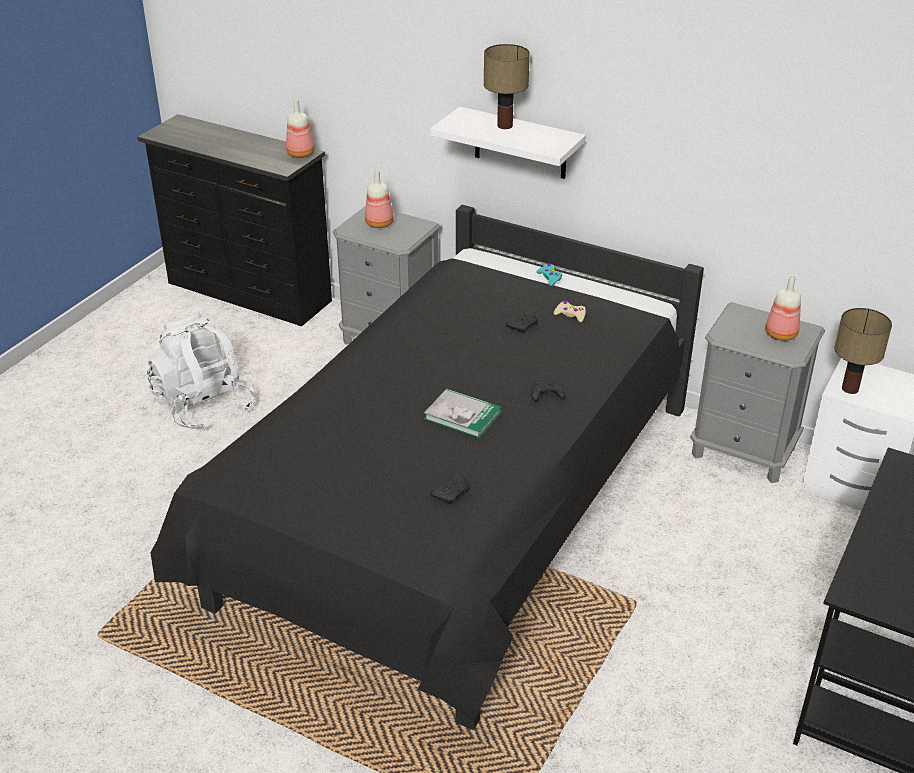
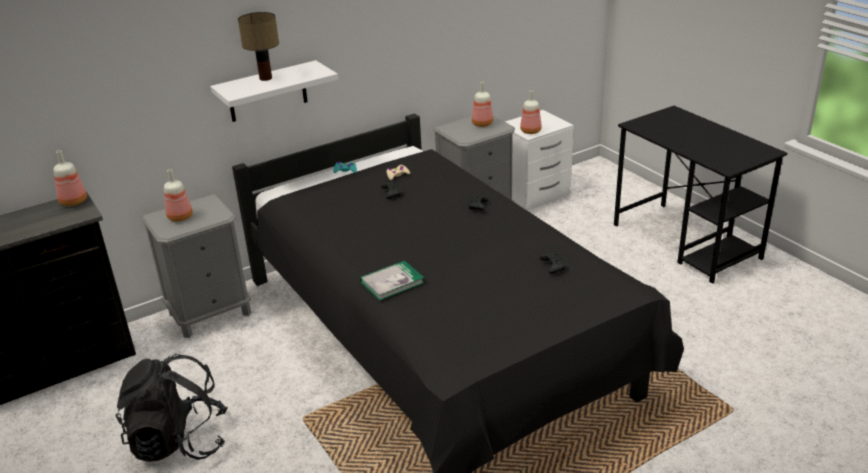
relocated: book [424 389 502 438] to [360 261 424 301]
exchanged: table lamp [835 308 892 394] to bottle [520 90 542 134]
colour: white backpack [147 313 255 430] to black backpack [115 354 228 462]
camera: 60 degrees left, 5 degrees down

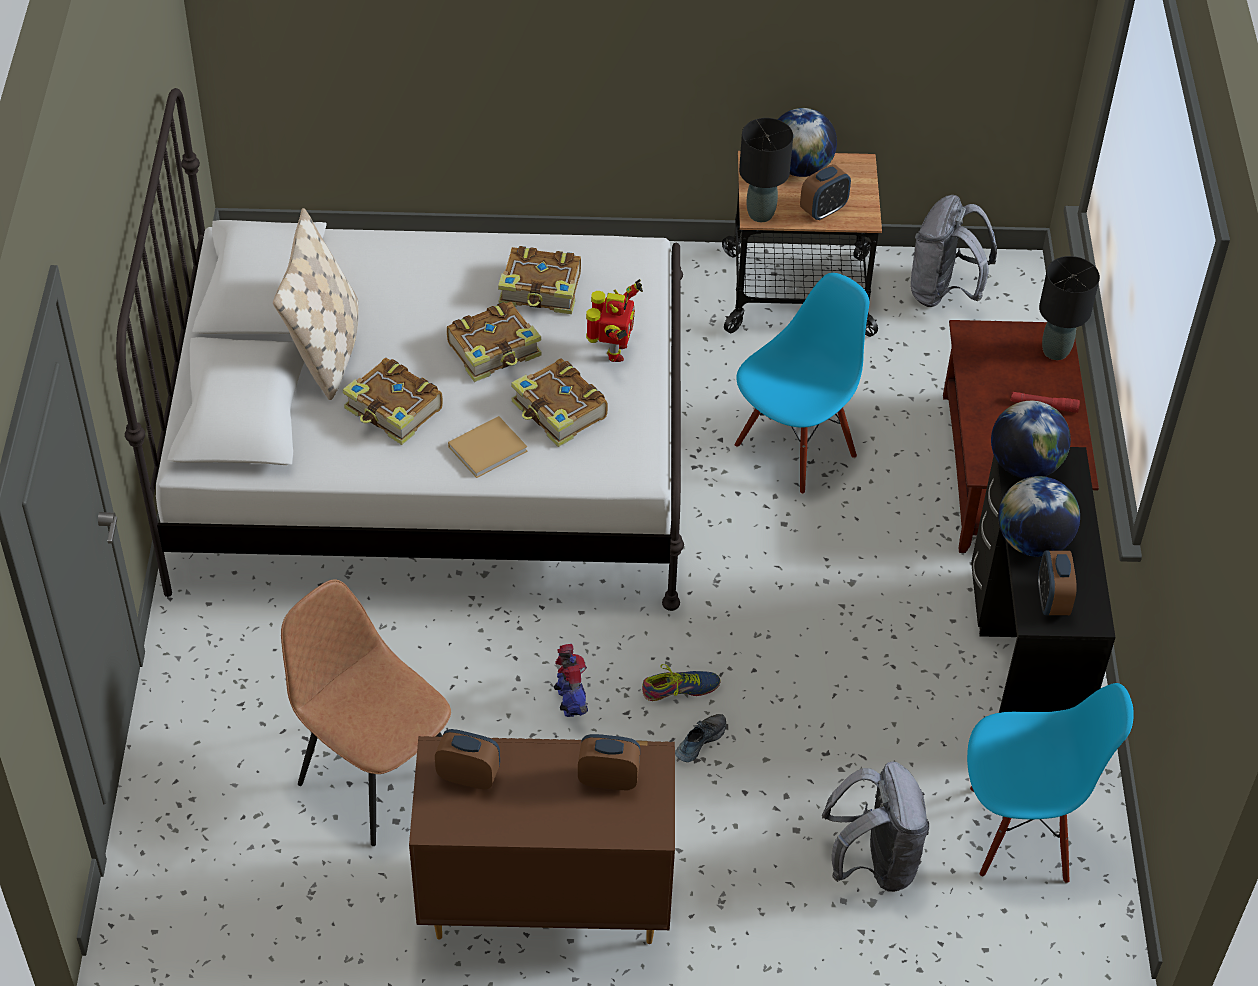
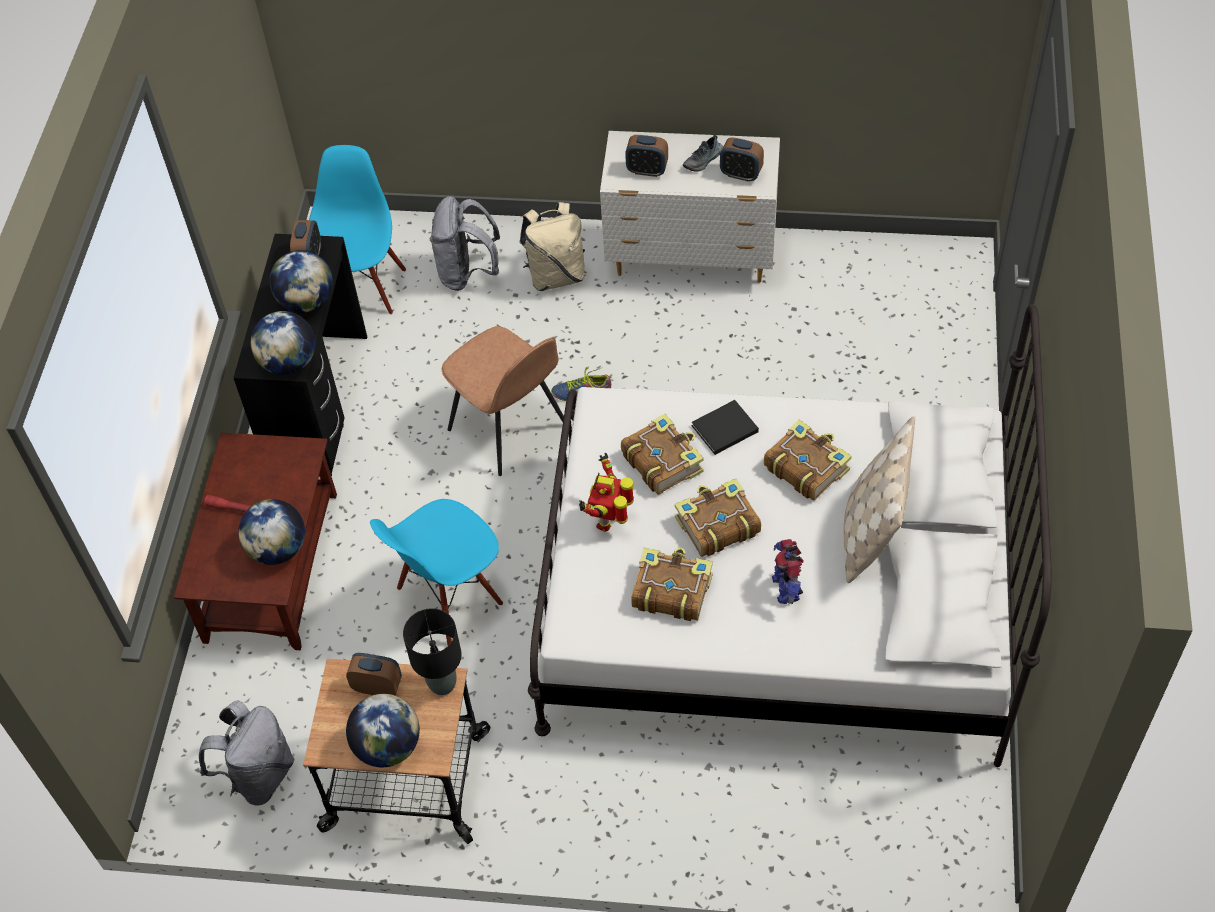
missing: black table lamp [1039 256 1100 360]
appeared: beige backpack [519 202 585 291]; globe [238 499 305 565]
relocated: brown chair [281 579 451 846] to [442 326 564 476]; toy robot [554 644 588 717] to [772 539 803 604]; shoe [675 714 726 762] to [683 135 723 171]
colour: beige book [448 416 528 478] to black book [692 400 759 455]; brown dresser [409 736 675 944] to white dresser [600 131 780 283]
spun: alarm clock [800 164 851 221] = [346 653 402 695] 45 degrees clockwise; blue chair [967 683 1134 883] = [309 145 406 315] 90 degrees clockwise
camera: 170 degrees left, 5 degrees up

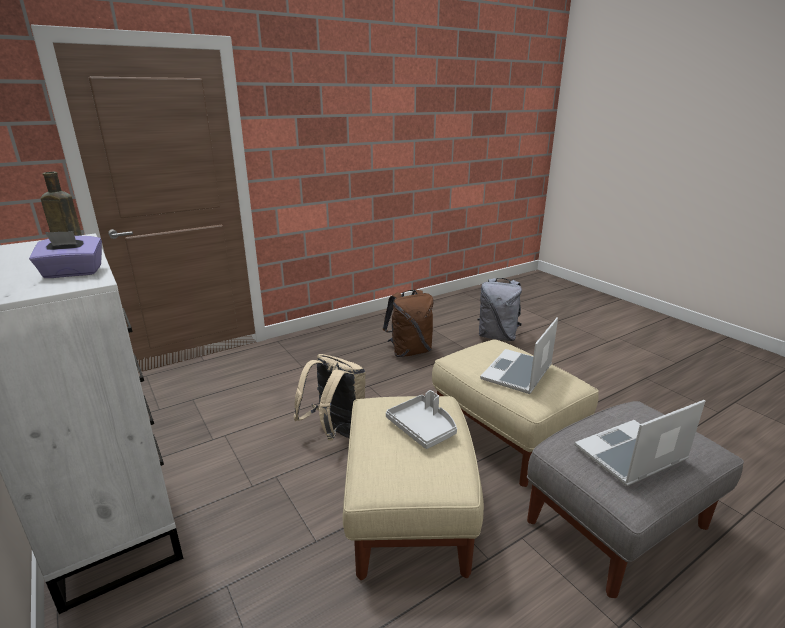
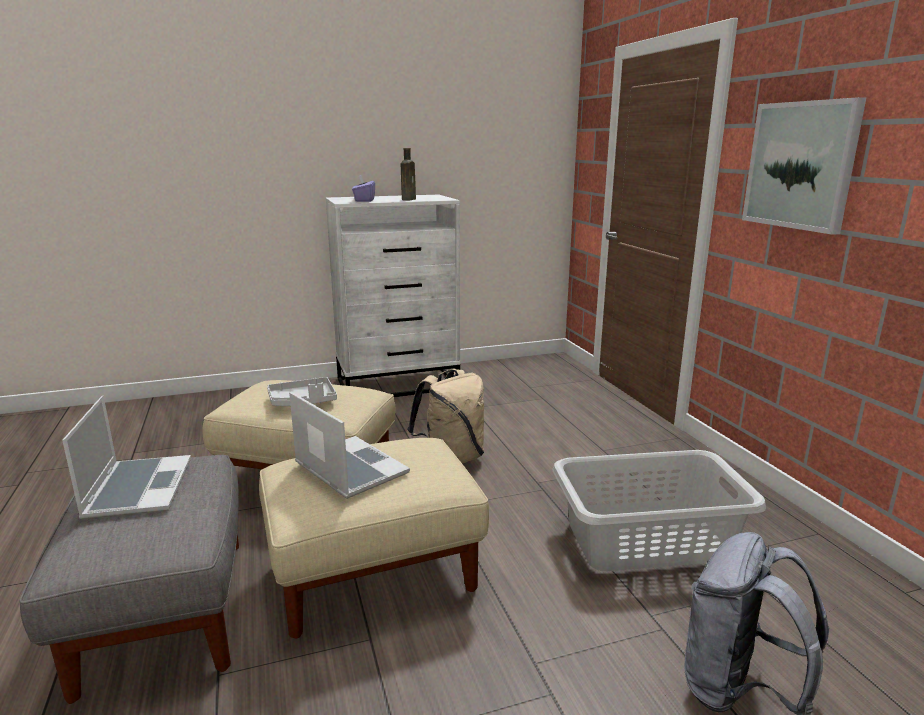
appeared: picture [742 97 866 235]
exchanged: brown backpack [383 289 433 357] to grey laundry basket [553 450 766 571]
camera: 105 degrees right, 5 degrees down

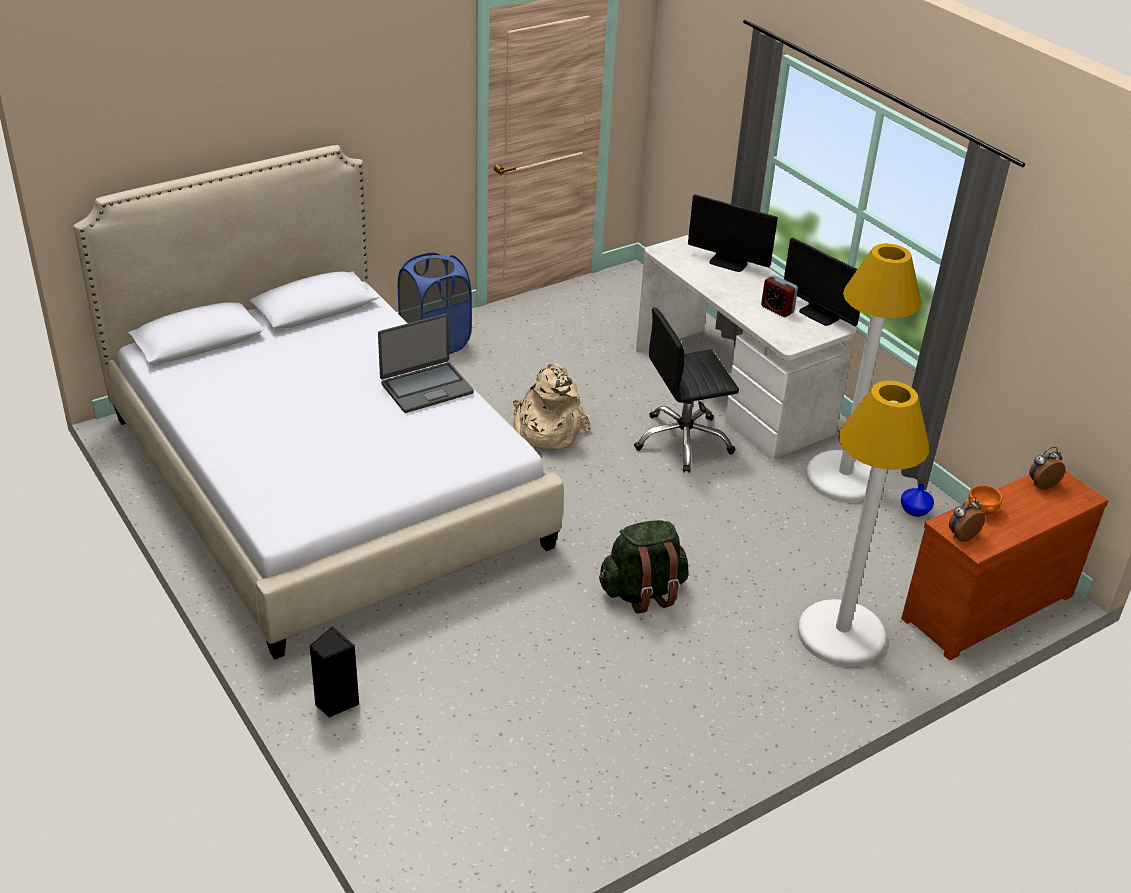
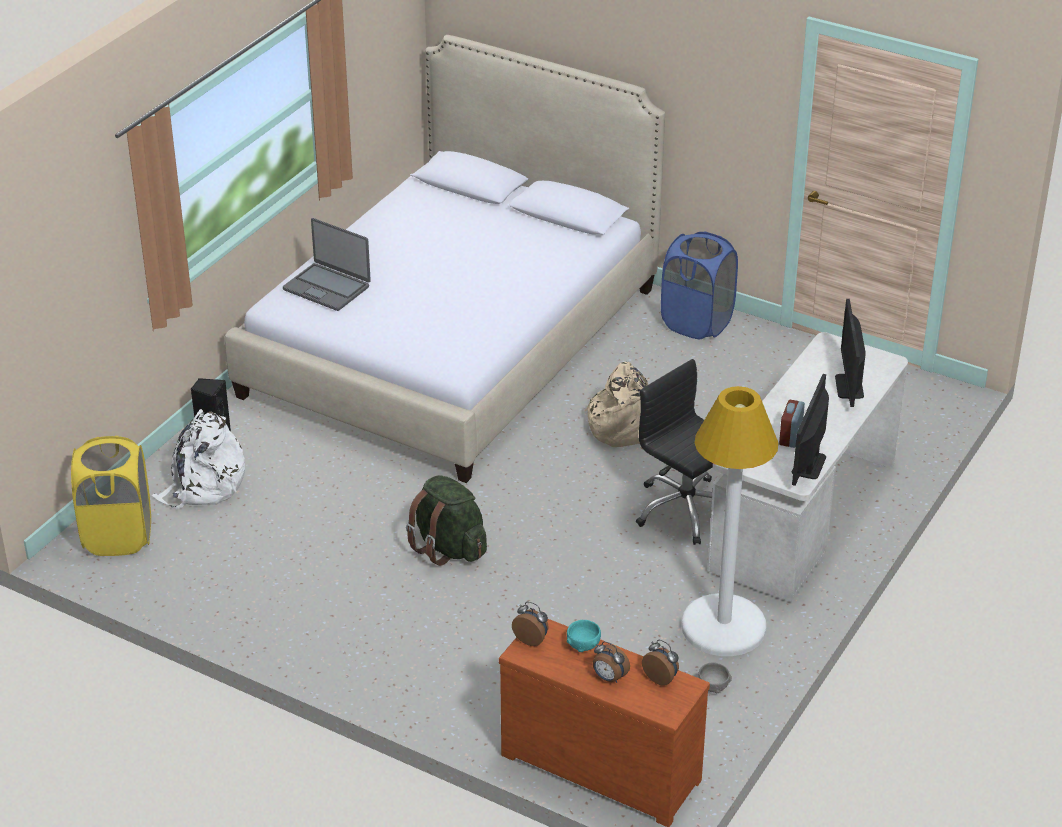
missing: white floor lamp [798 381 929 667]
appeared: white backpack [151 409 245 510]; yellow laundry basket [71 436 151 556]; alarm clock [593 641 630 683]
relocated: laptop [378 314 474 413] to [283 218 371 311]
exchanged: blue vase [901 483 934 517] to grey bowl [698 662 732 694]
colour: orange bowl [968 485 1002 515] to turquoise bowl [567 620 601 652]
camera: 65 degrees right, 0 degrees up

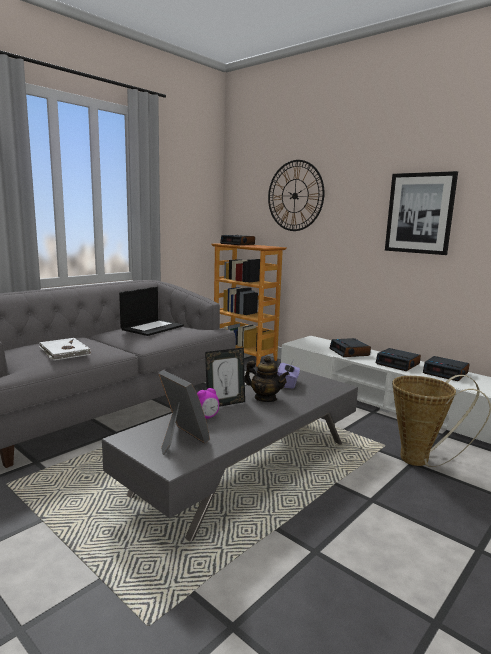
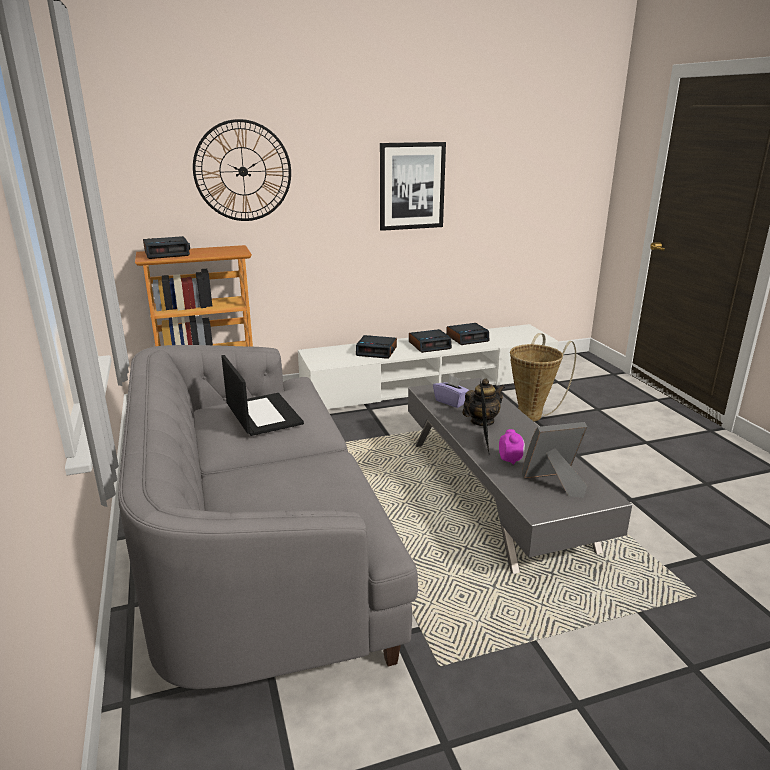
missing: white book [39 338 91 360]
camera: 60 degrees left, 10 degrees up

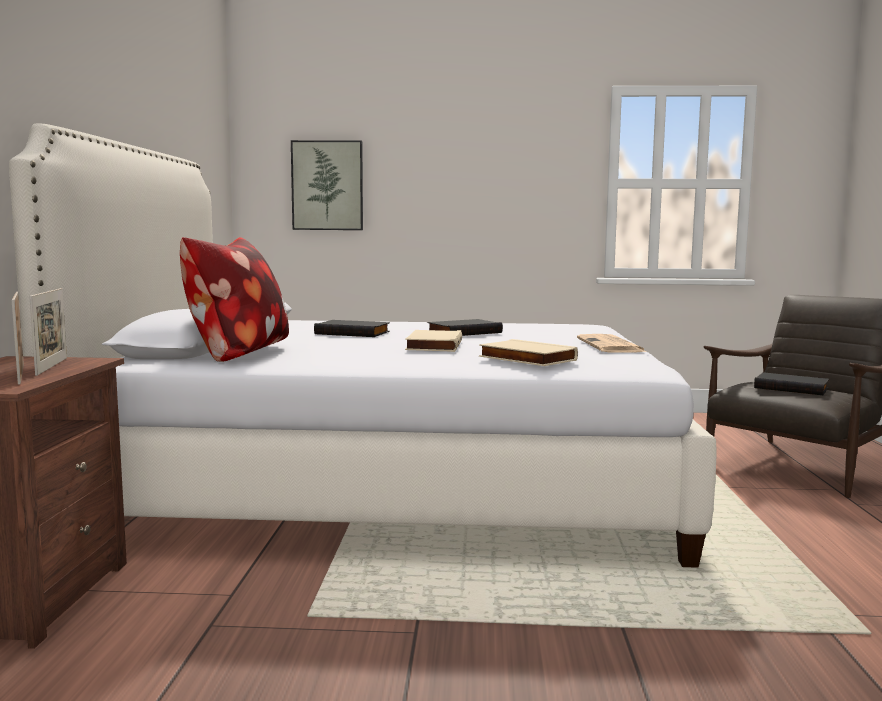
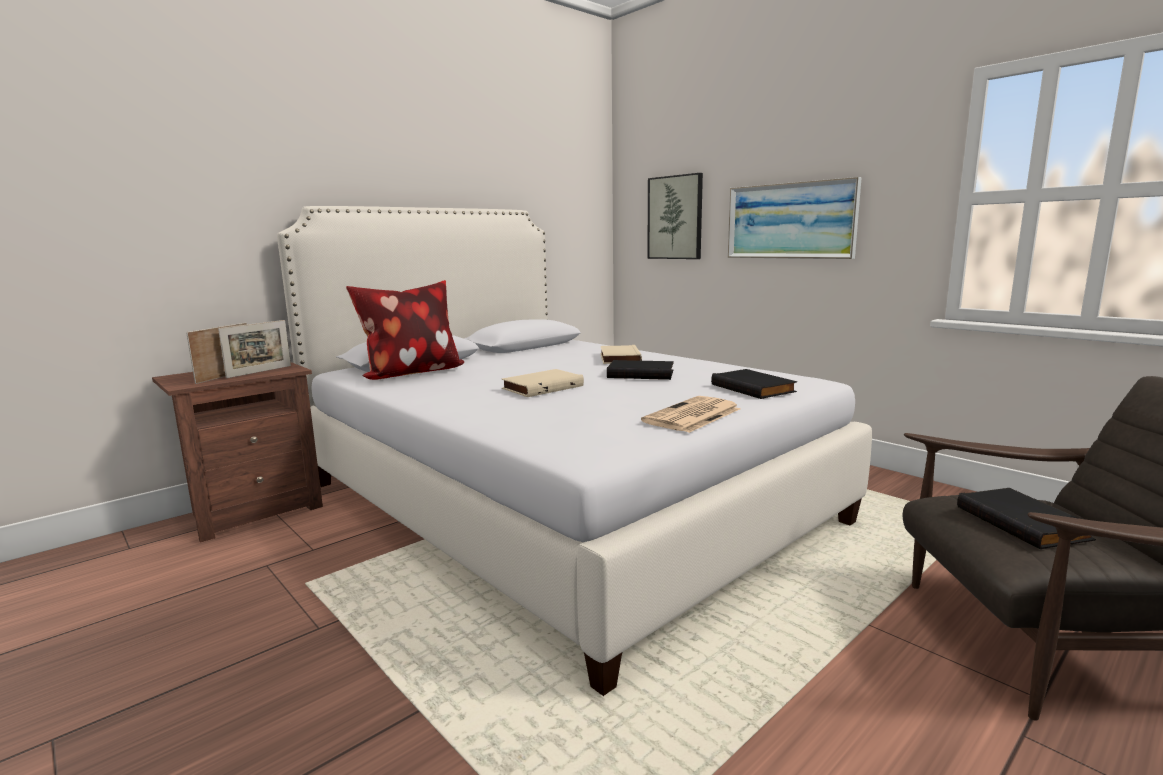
appeared: picture [728 177 862 259]
relocated: black book [314 320 390 337] to [711 369 797 399]; beige book [479 339 578 366] to [600 345 642 364]
camera: 45 degrees right, 5 degrees up

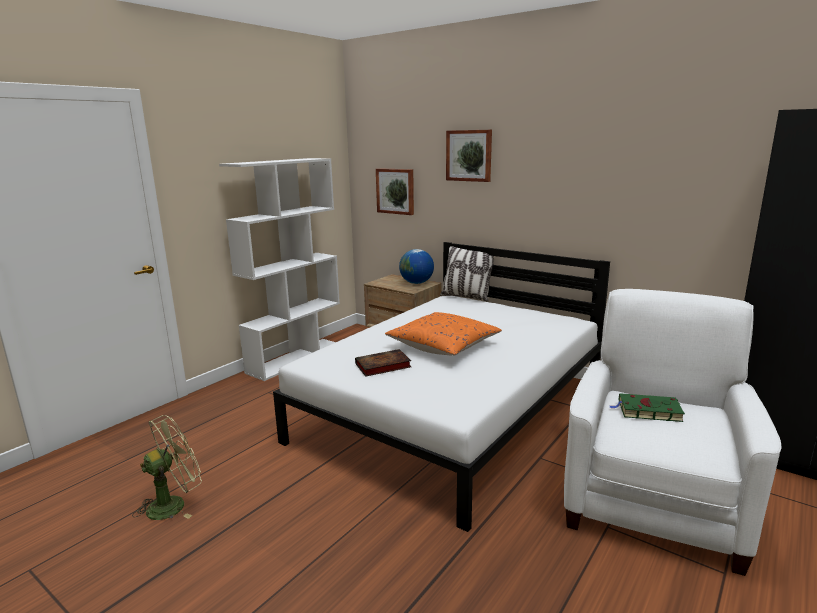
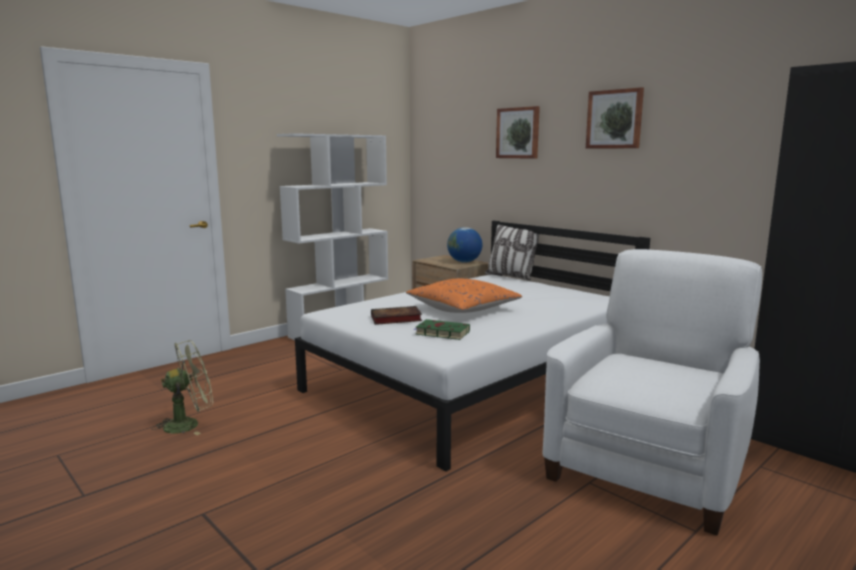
relocated: picture [376 168 414 215] to [586 87 644 148]; green book [610 393 685 422] to [413 319 470 340]
camera: 10 degrees right, 5 degrees down

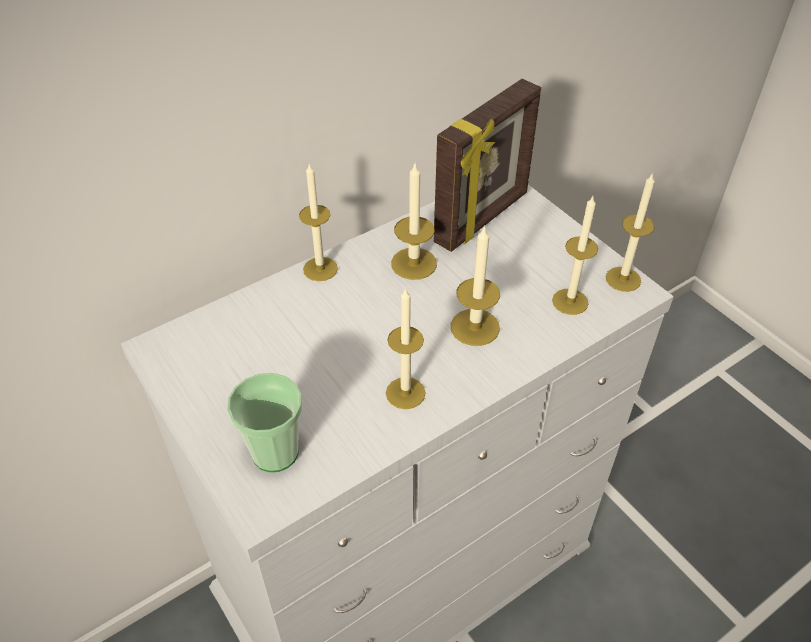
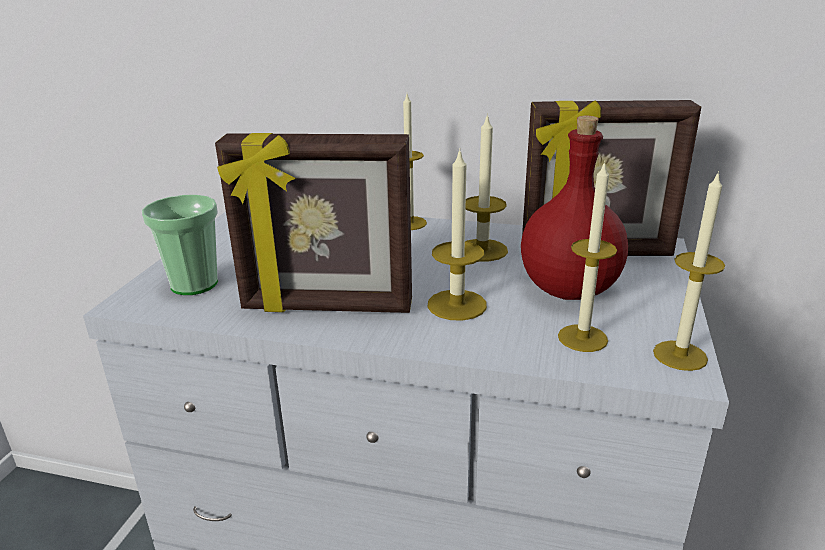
appeared: red bottle [521 116 628 300]
exchanged: candle [386 287 426 409] to picture frame [215 133 412 313]
camera: 50 degrees right, 20 degrees down

